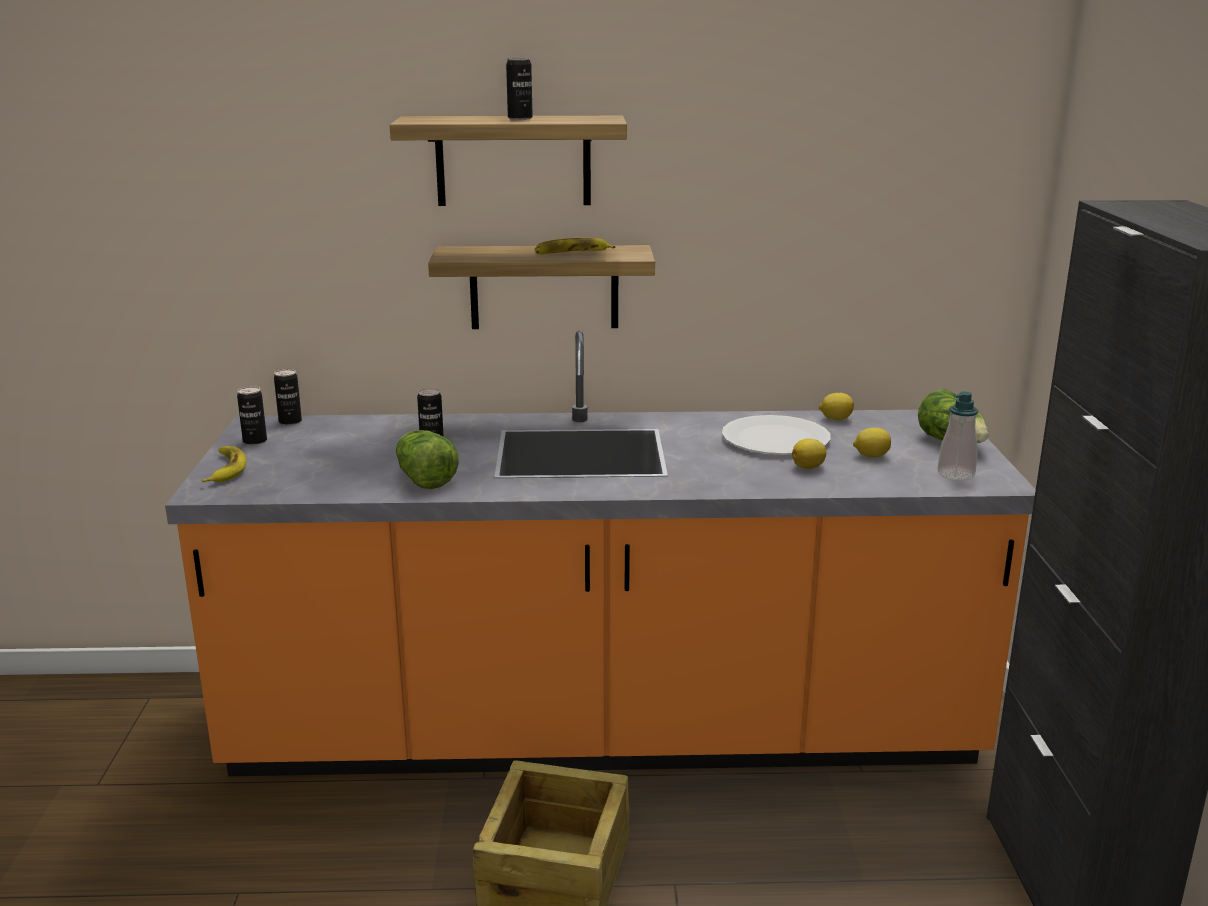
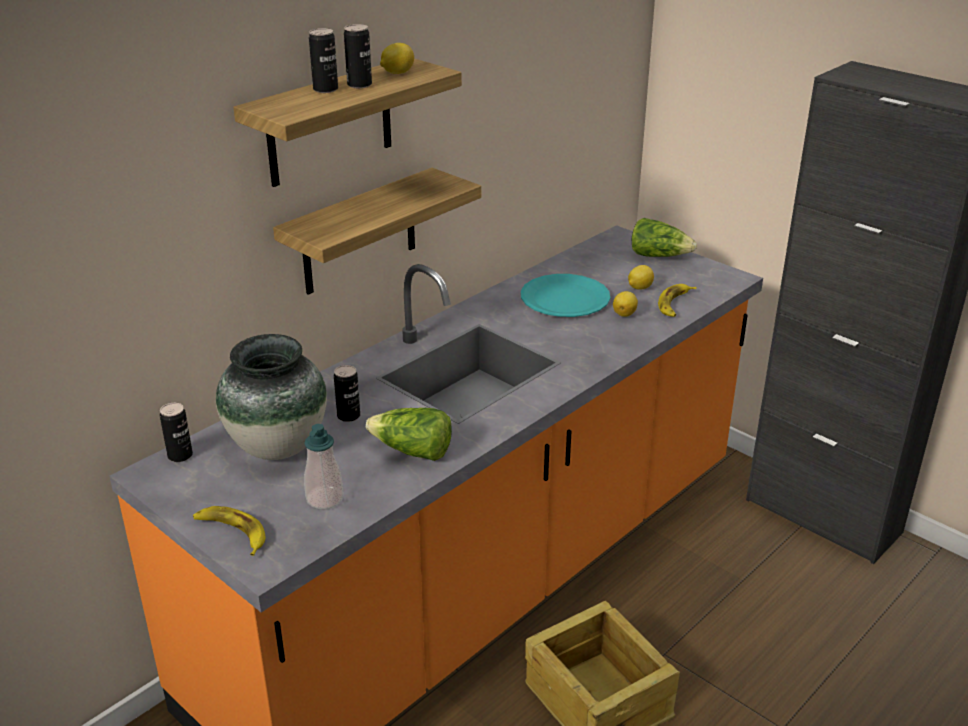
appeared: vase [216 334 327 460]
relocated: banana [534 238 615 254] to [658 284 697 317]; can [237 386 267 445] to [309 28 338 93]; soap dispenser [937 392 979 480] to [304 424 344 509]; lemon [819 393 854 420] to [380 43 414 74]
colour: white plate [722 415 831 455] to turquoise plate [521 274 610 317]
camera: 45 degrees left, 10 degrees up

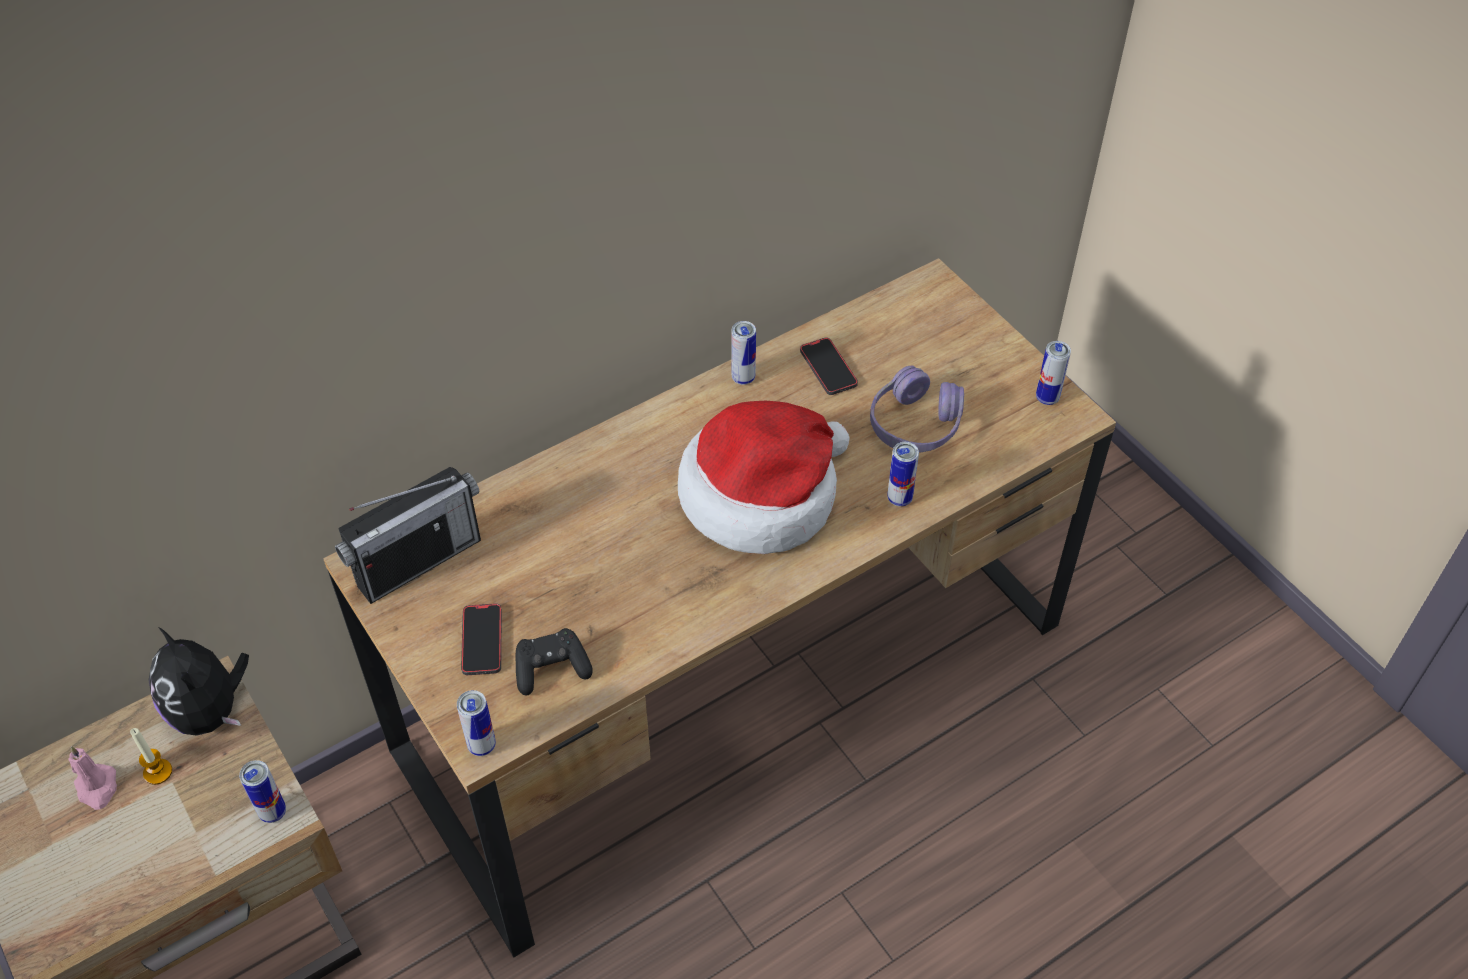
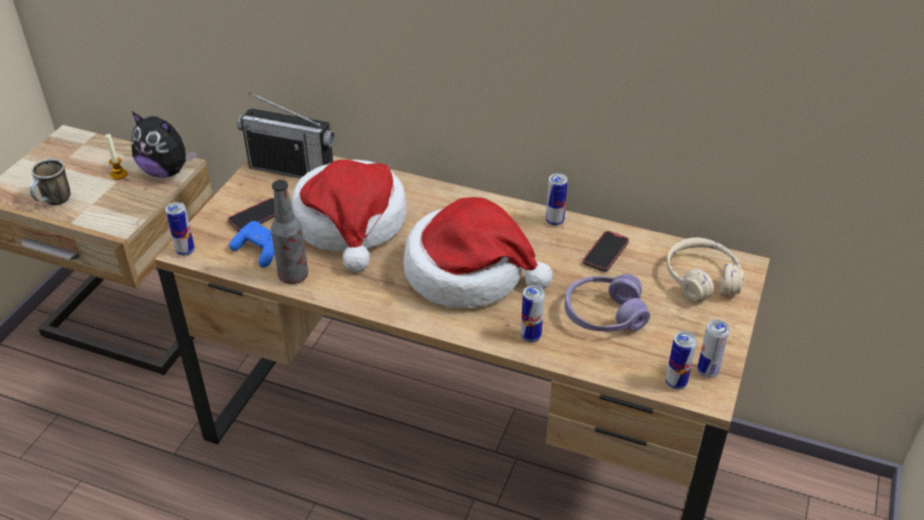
missing: pink candle [69 746 117 810]
appeared: mug [29 159 71 205]; hat [292 160 407 272]; bottle [271 180 308 284]; beige headphones [666 238 744 301]
relocated: can [239 760 286 823] to [666 331 697 390]
colour: black game controller [516 628 593 695] to blue game controller [229 221 275 268]
spun: plush toy [148 627 249 736] = [131 112 196 178] 90 degrees counterclockwise
camera: 55 degrees right, 10 degrees down

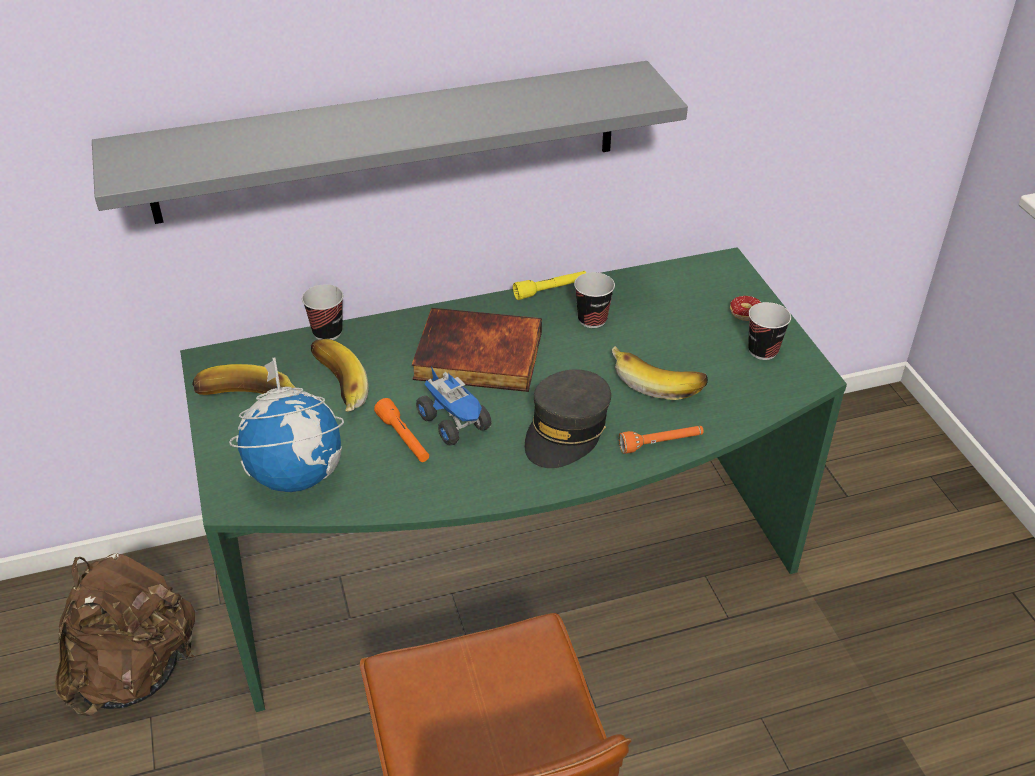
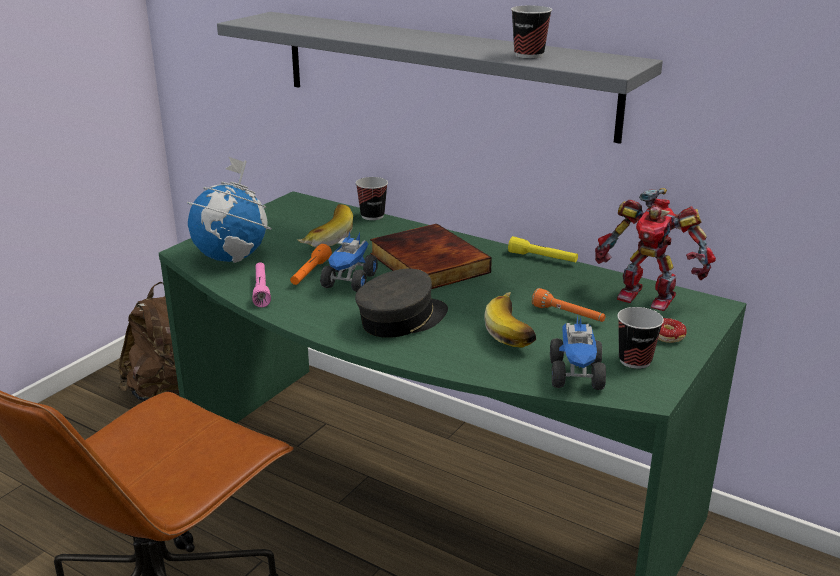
missing: banana [192 364 301 395]
appeared: toy robot [595 188 716 311]; pink flashlight [252 262 271 307]; toy truck [550 314 606 390]
relocated: cup [574 272 615 328] to [511 6 552 58]; orange flashlight [619 426 704 454] to [532 288 606 322]
spun: grey cap [525 369 611 468] = [355 268 448 338] 150 degrees clockwise
camera: 50 degrees right, 15 degrees down

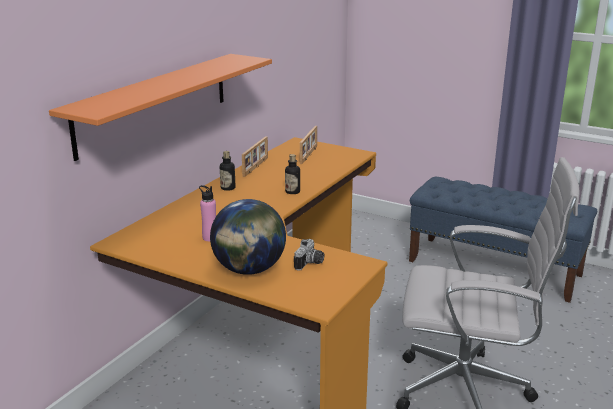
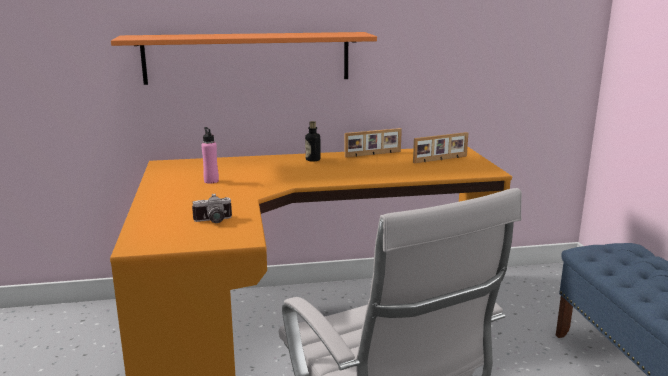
missing: bottle [285 154 300 194]; globe [210 199 286 275]
camera: 50 degrees right, 5 degrees down

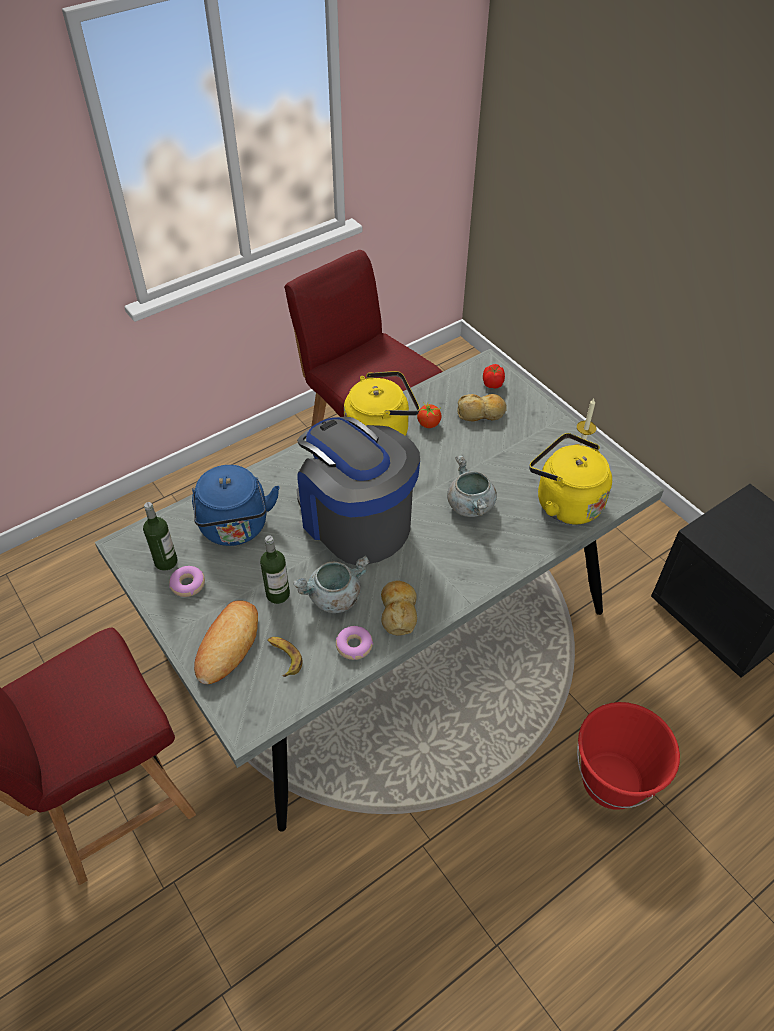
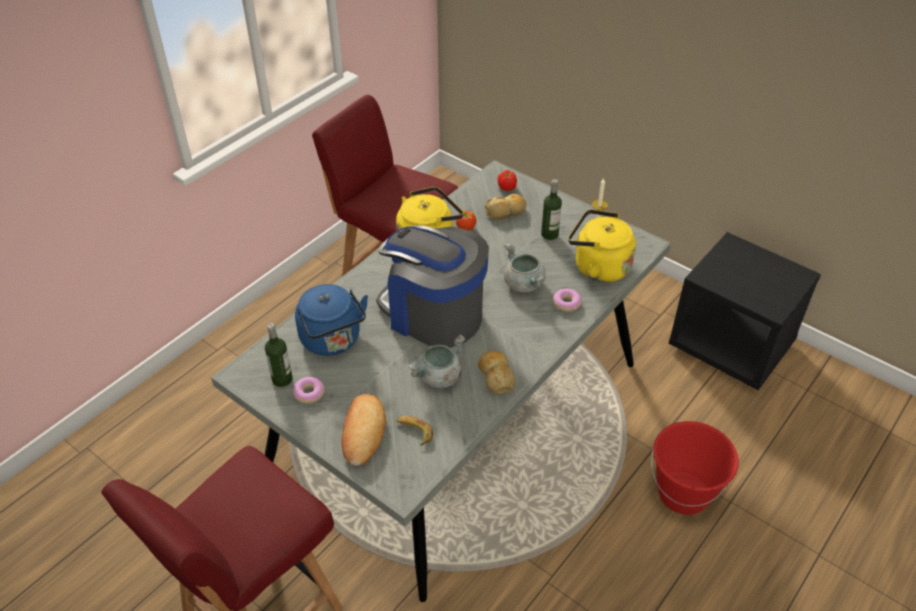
relocated: bottle [260 535 290 604] to [541 179 562 240]; donut [336 626 373 660] to [553 289 582 312]
camera: 15 degrees left, 5 degrees down

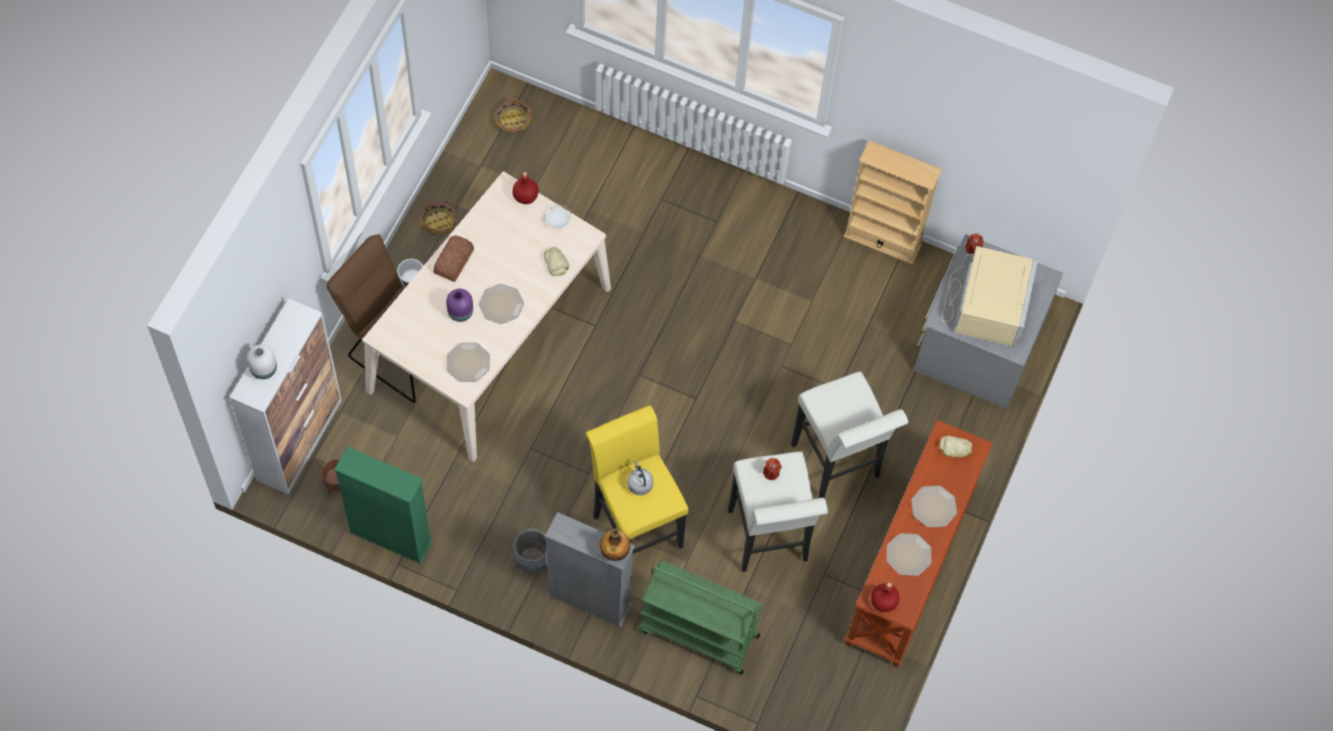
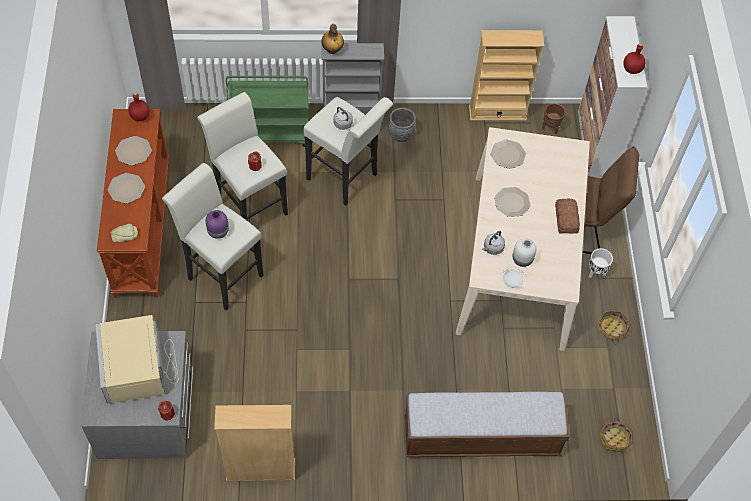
appeared: bench [404 392 570 457]
relocated: red bottle [512 172 539 204] to [623 43 645 74]; purple vase [446 289 473 322] to [206 210 229 239]; white vase [247 345 277 379] to [513 238 536 267]
exchanged: bread [544 247 569 276] to grey kettle [482 231 505 255]
colour: yellow stool [586 405 689 554] to white stool [303 97 393 206]; green bookcase [334 446 433 564] to beige bookcase [469 30 544 121]
camera: 155 degrees right, 5 degrees down

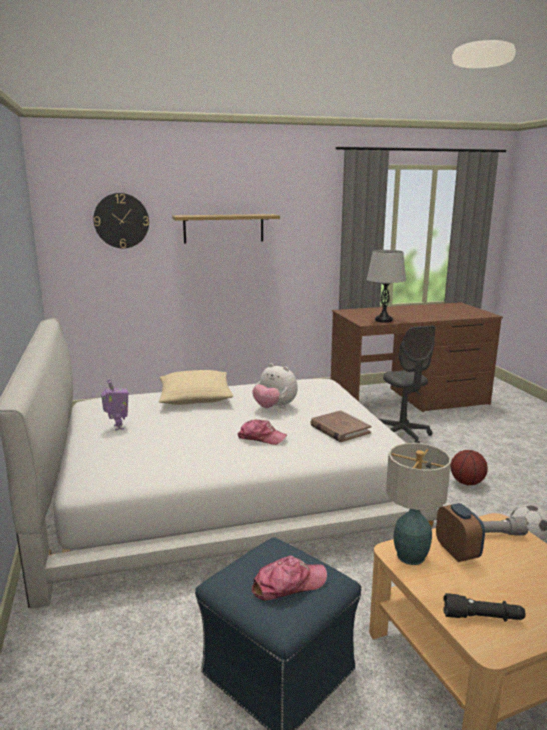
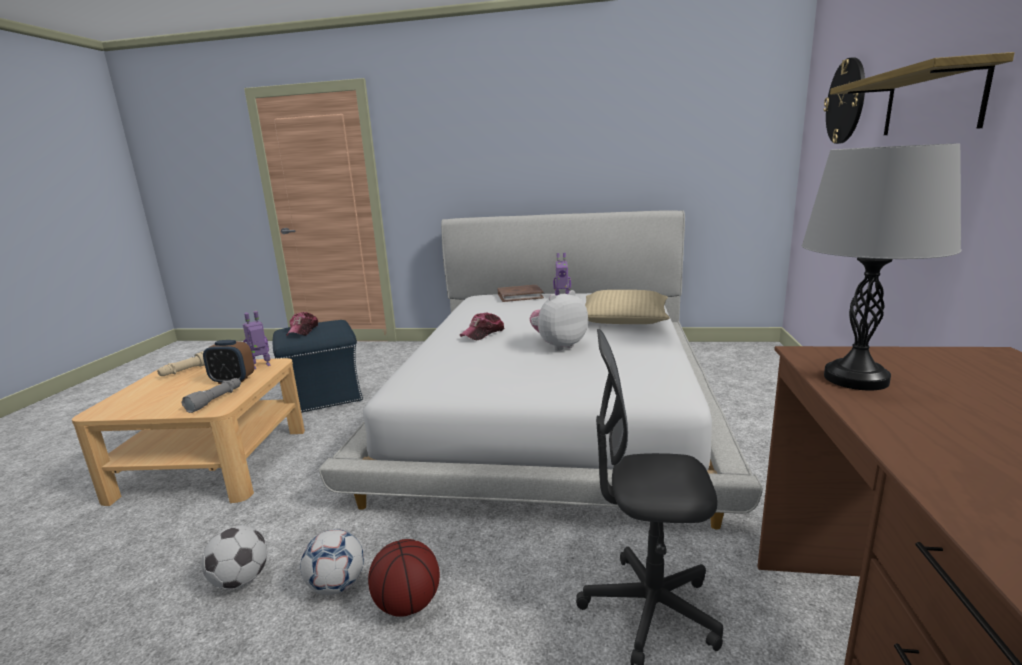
appeared: football [300 529 364 595]
relocated: brown book [310 410 371 442] to [498 285 544 302]
exchanged: table lamp [386 443 451 565] to toy robot [243 311 270 369]
colour: black flashlight [443 593 525 622] to beige flashlight [157 351 205 376]
camera: 115 degrees right, 0 degrees up

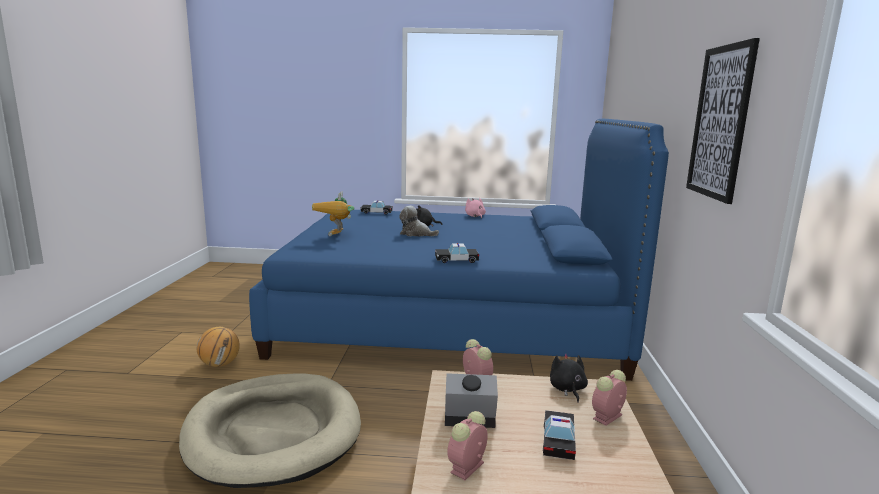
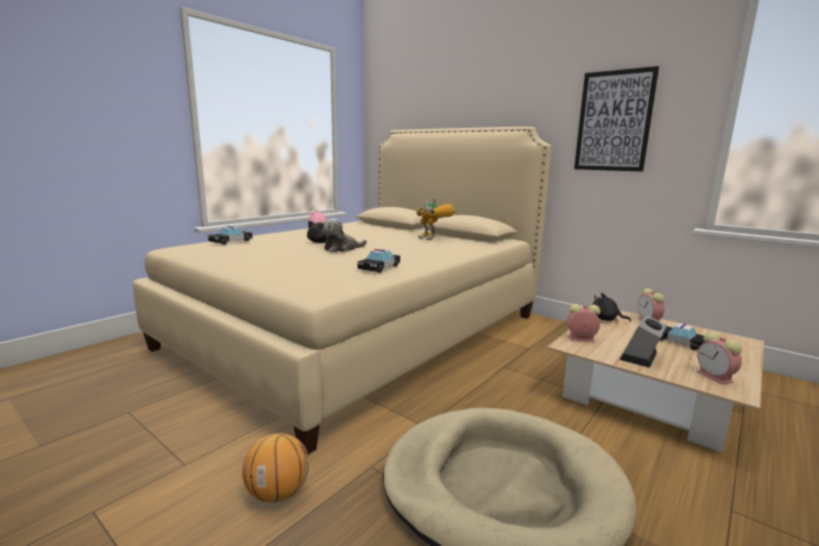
relocated: toy robot [312 191 354 236] to [416 197 456 240]; toy car [435 243 479 263] to [357 249 400 273]
colour: blue bed [249 119 669 381] to beige bed [133 127 552 454]
camera: 55 degrees left, 0 degrees up

